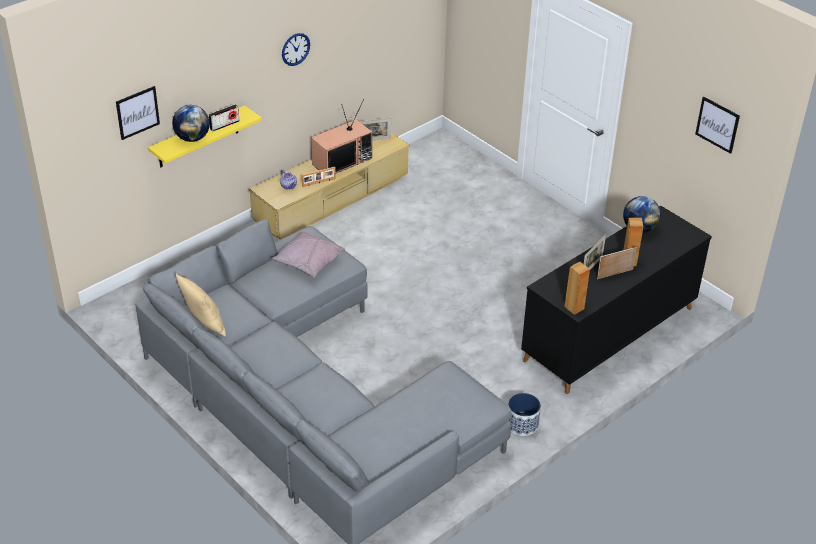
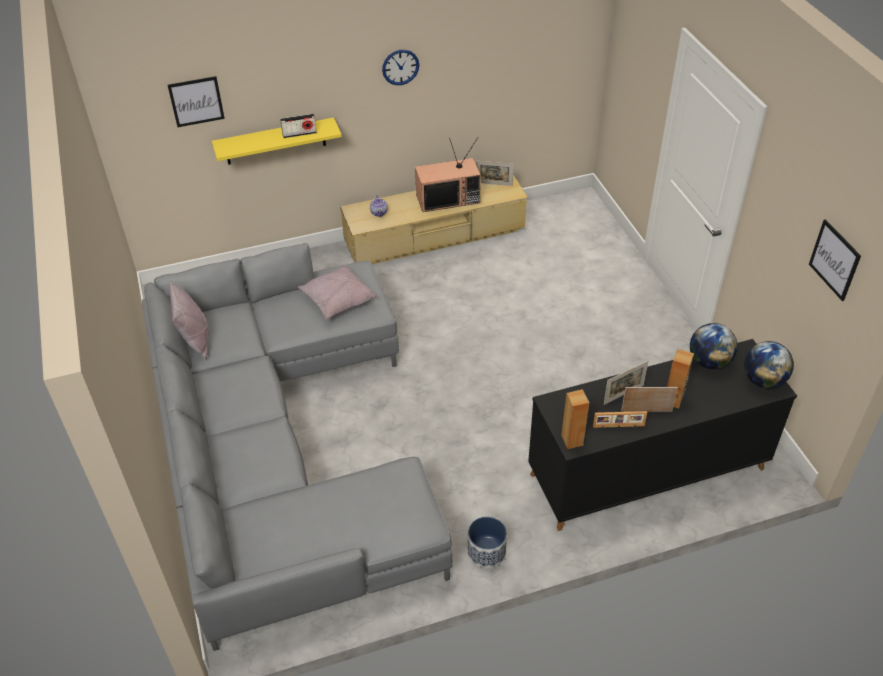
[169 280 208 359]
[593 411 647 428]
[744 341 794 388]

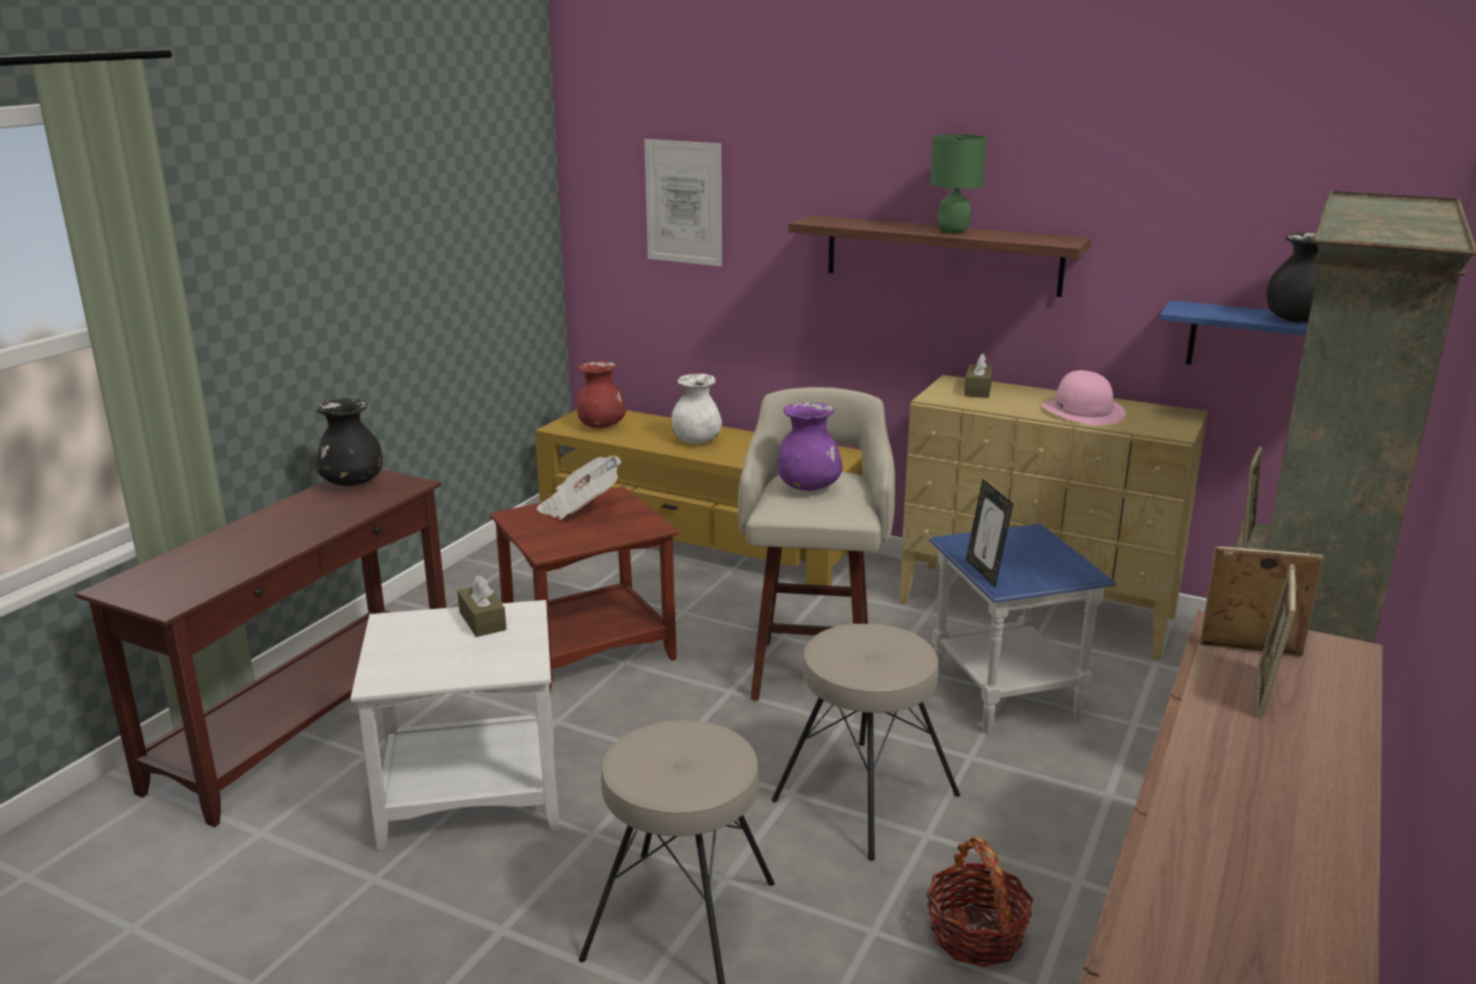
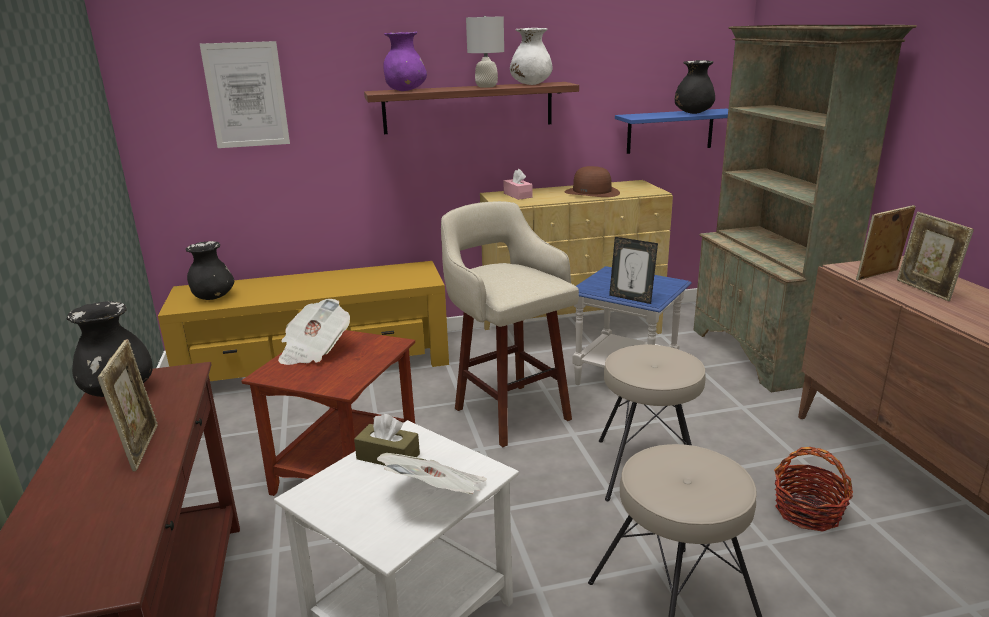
[97 339 158 472]
[185 241 234 300]
[377 453 487 494]
[383 31 427 91]
[466 16 504 88]
[503 169 533 200]
[510 28 553 85]
[565 166 620 197]

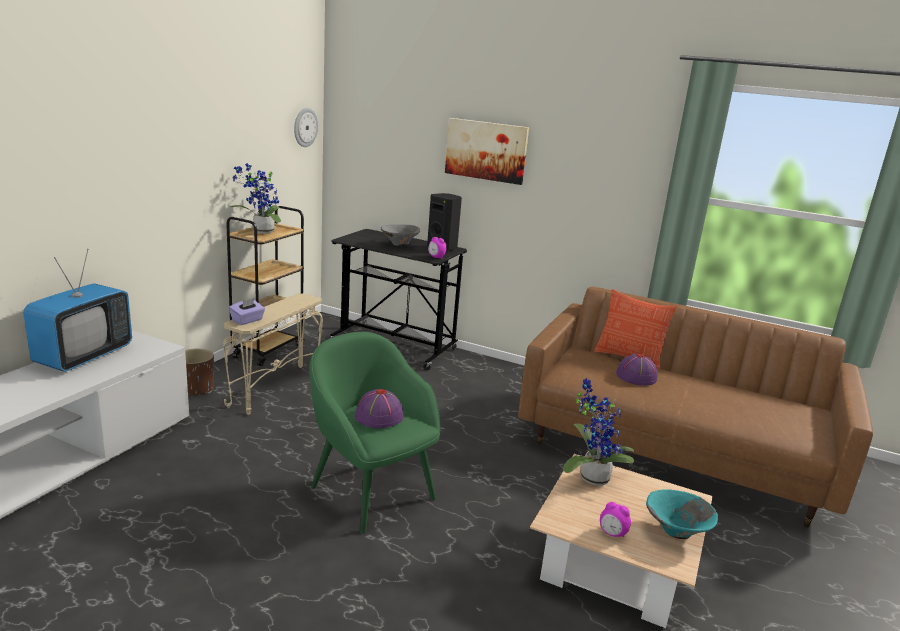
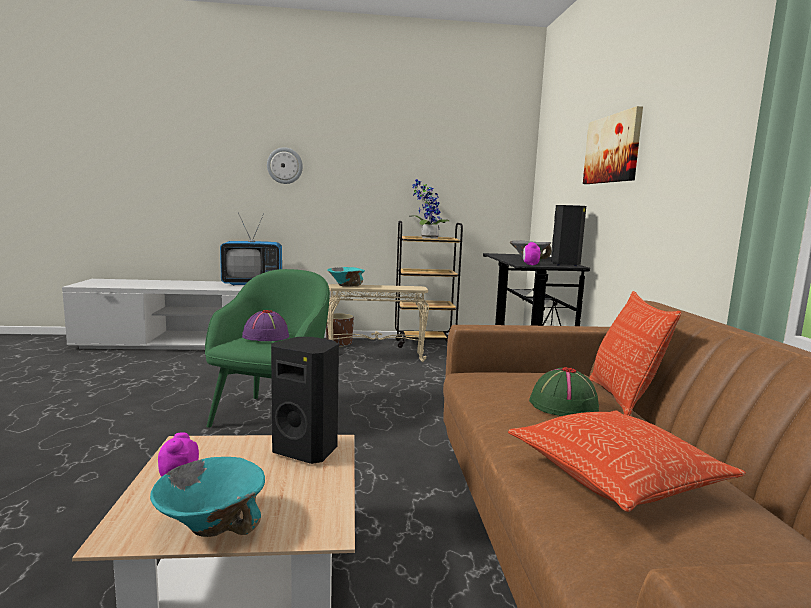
[267 147 303 184]
[271 337 339 464]
[327 267 365 287]
[508 411 746 512]
[529 367 599 416]

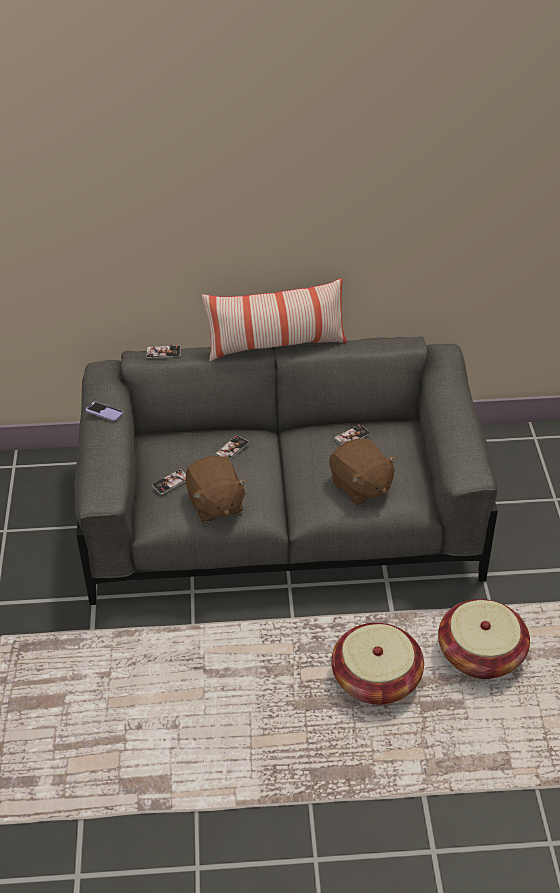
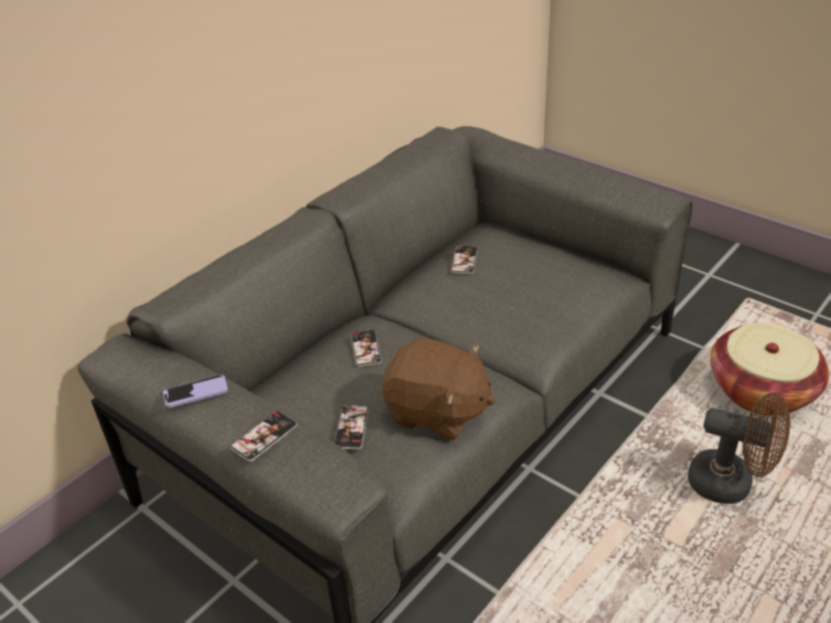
[231 411 298 462]
[688 393 790 504]
[202 278 347 361] (first image)
[329 439 397 505] (first image)

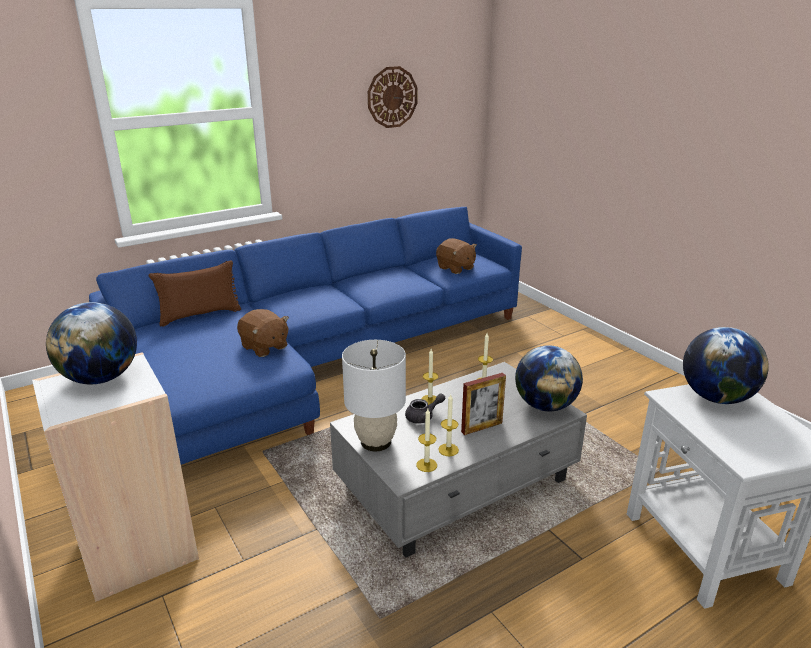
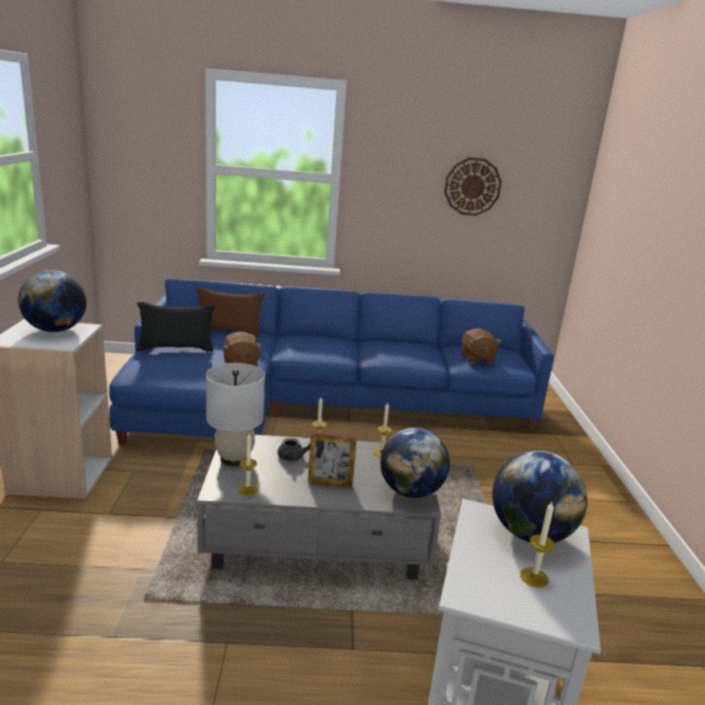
[137 302 215 352]
[520 502 555 588]

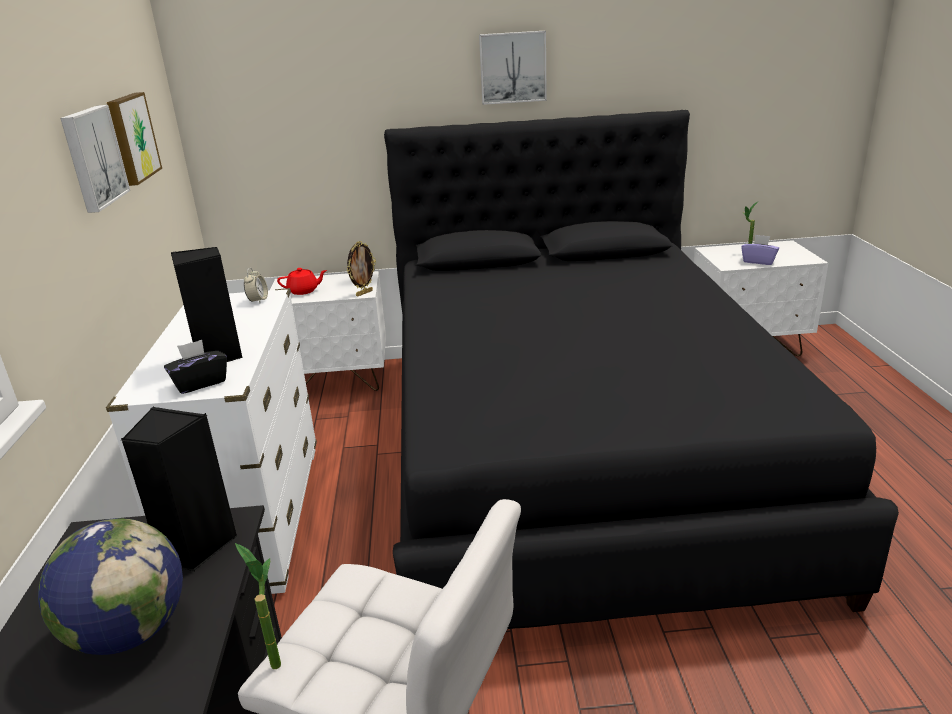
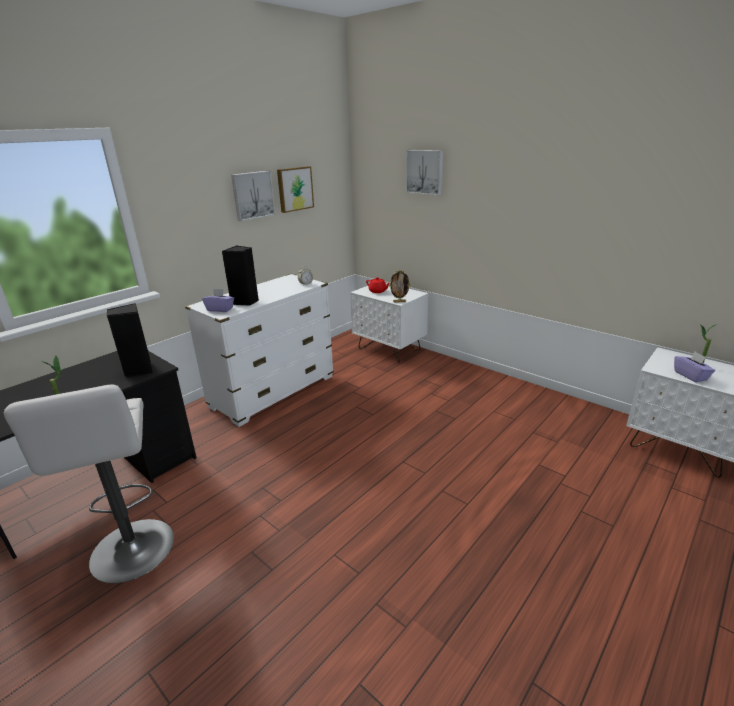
[202 288 234 312]
[406 150 443 195]
[38 518 183 655] (first image)
[384 110 899 629] (first image)

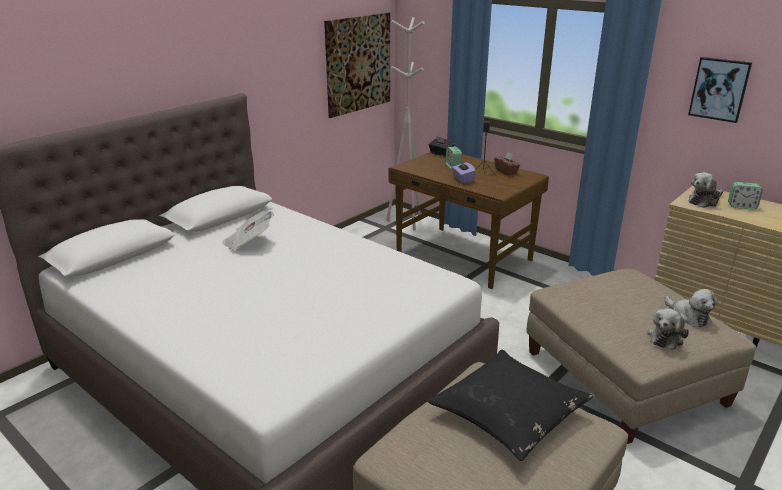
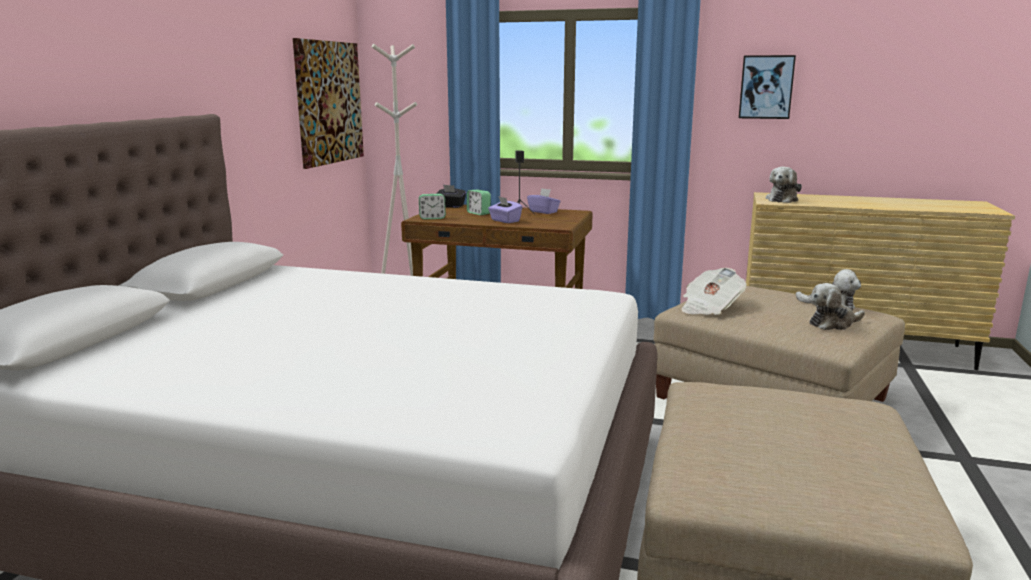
[419 194 446 219]
[527 188 561 214]
[681 268 746 315]
[809 283 865 330]
[427 350 593 461] (first image)

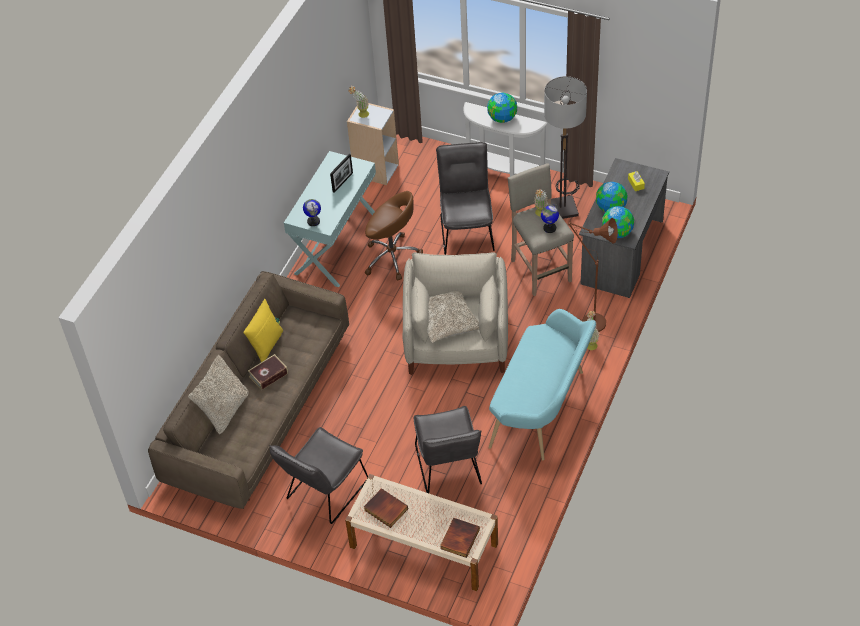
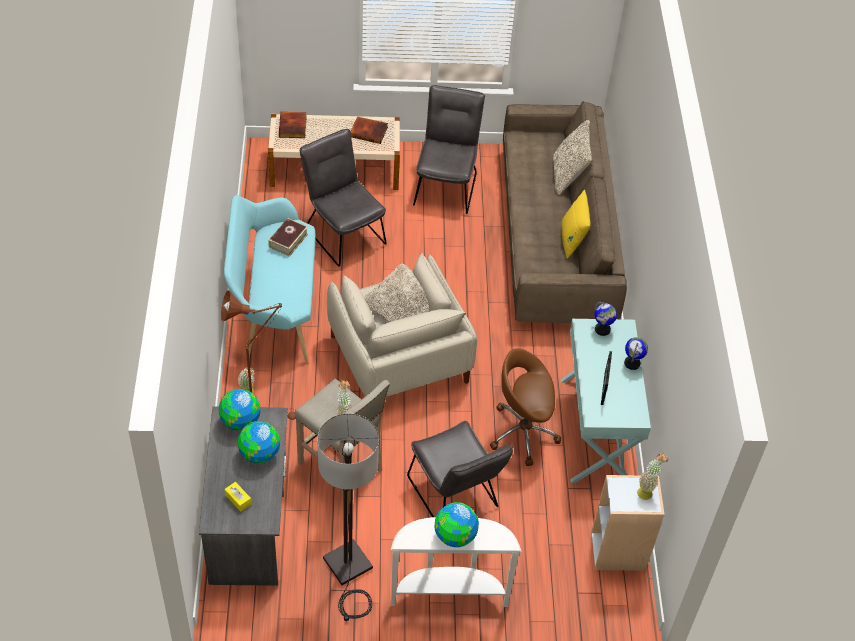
[268 218 308 257]
[624 337 648 370]

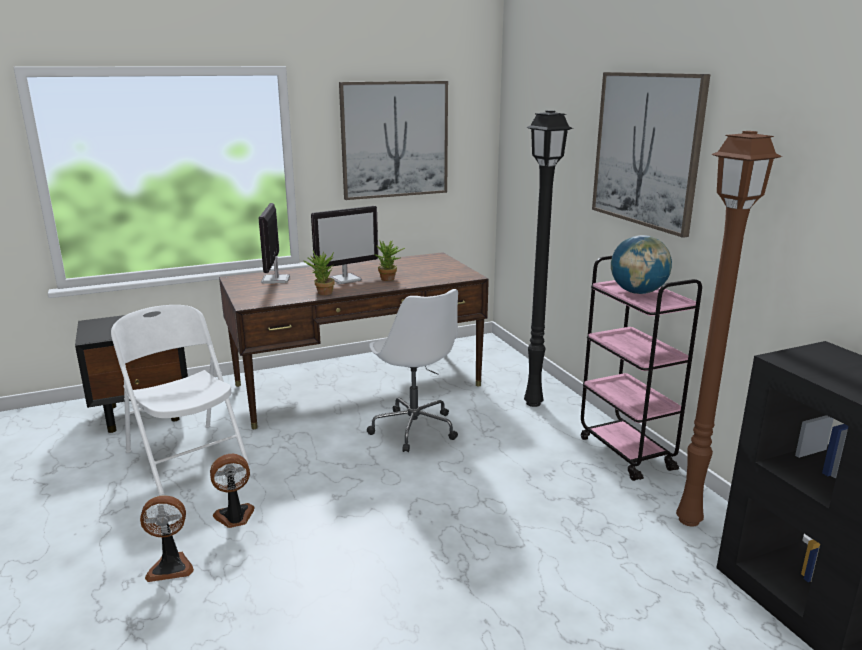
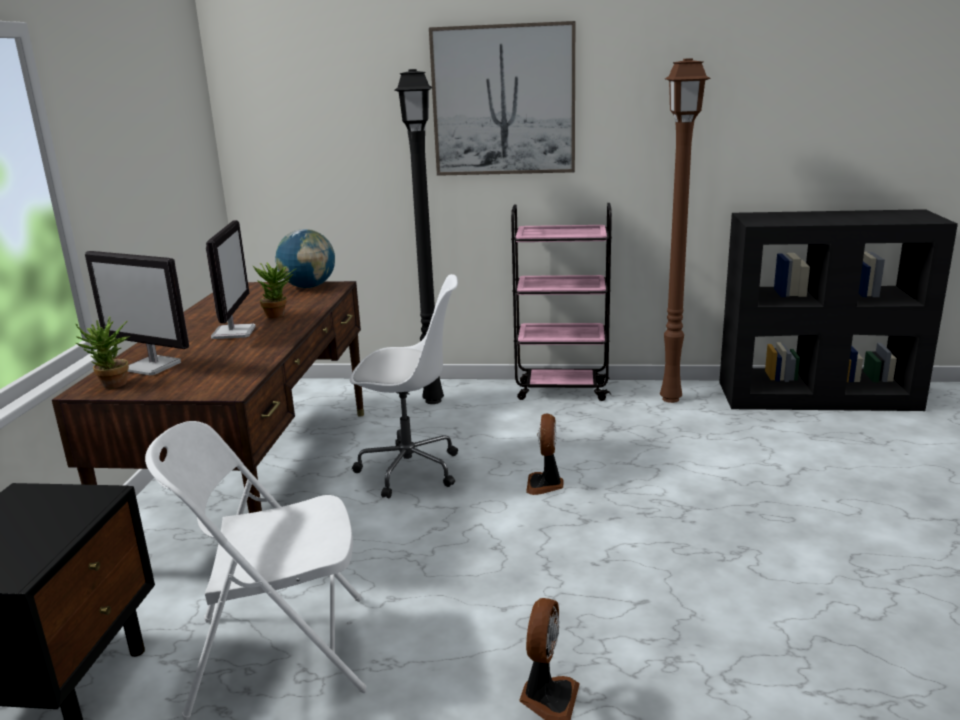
[76 316 130 389]
[275 229 335 288]
[526 414 564 495]
[339 81 448 200] (first image)

